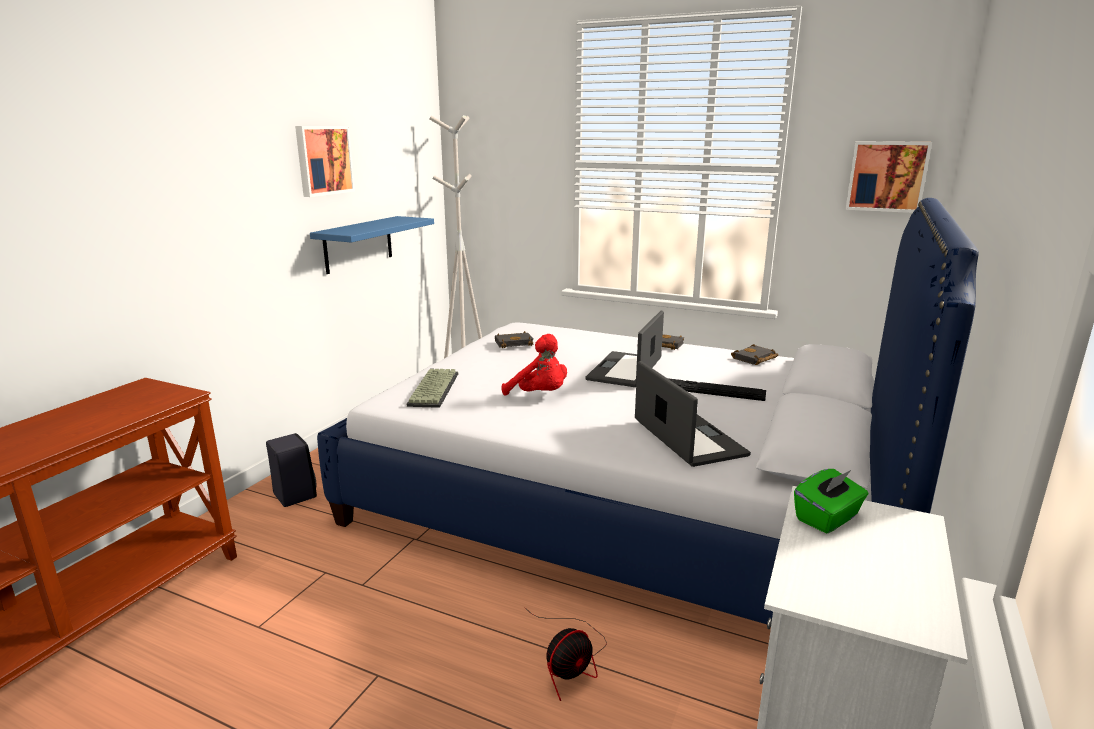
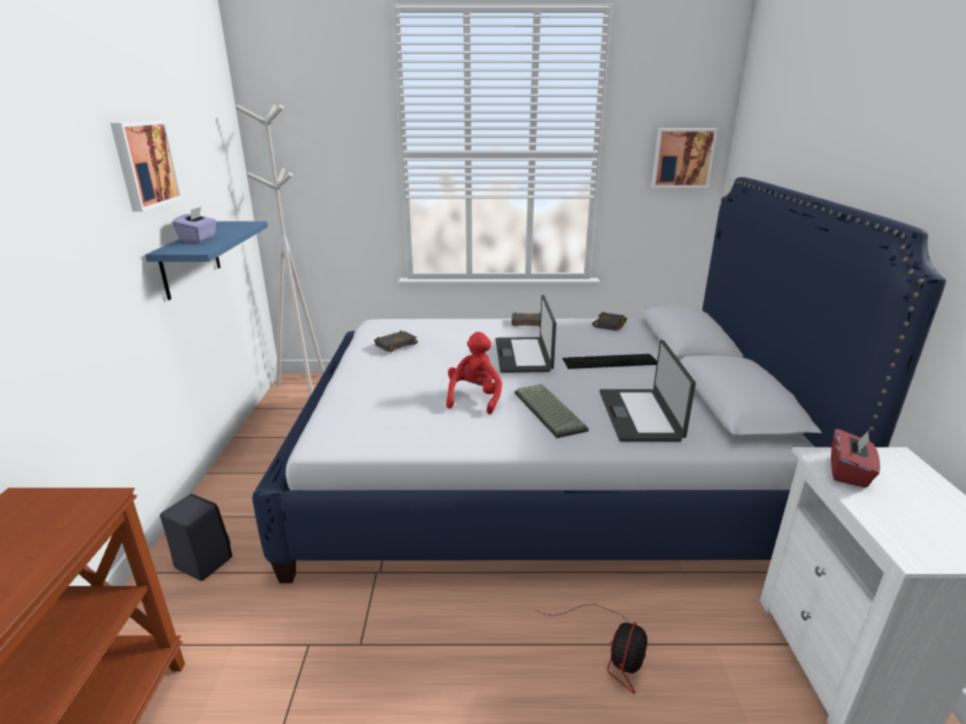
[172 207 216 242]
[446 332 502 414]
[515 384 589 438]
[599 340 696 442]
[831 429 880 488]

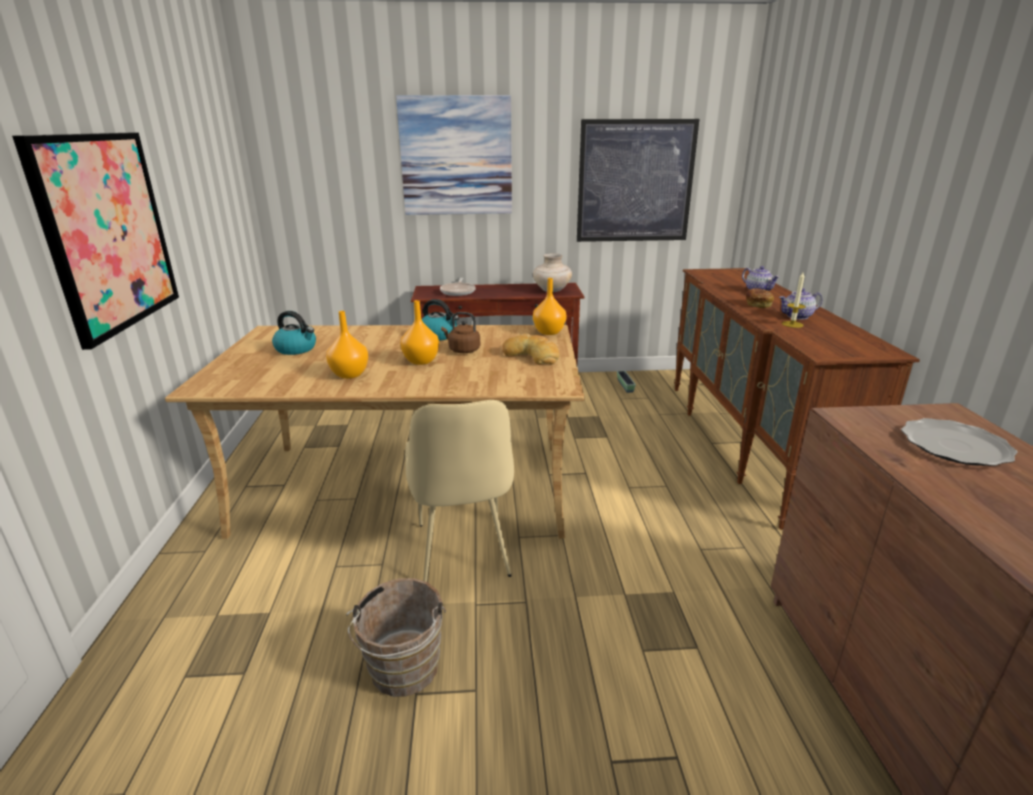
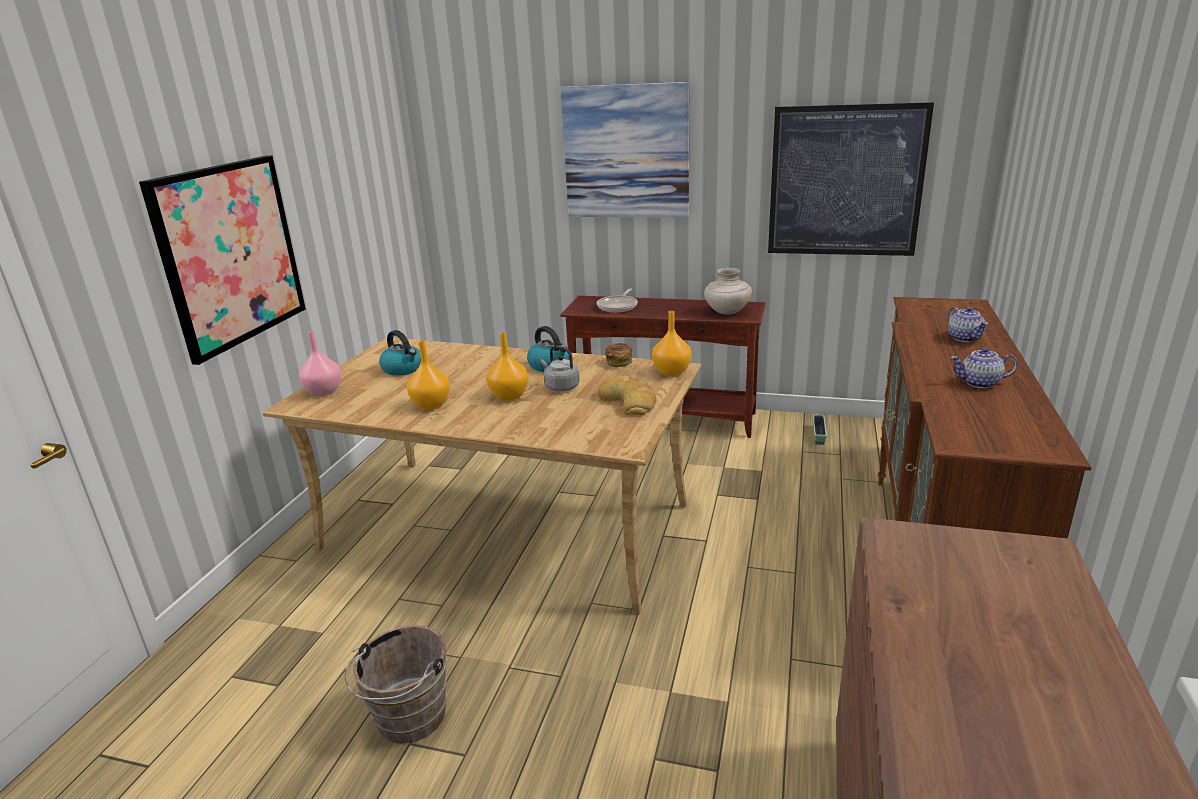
[299 331 341 396]
[540 346 580 392]
[605 343 633 367]
[405 400 514 582] (first image)
[782 272 806 328] (first image)
[901 418 1018 466] (first image)

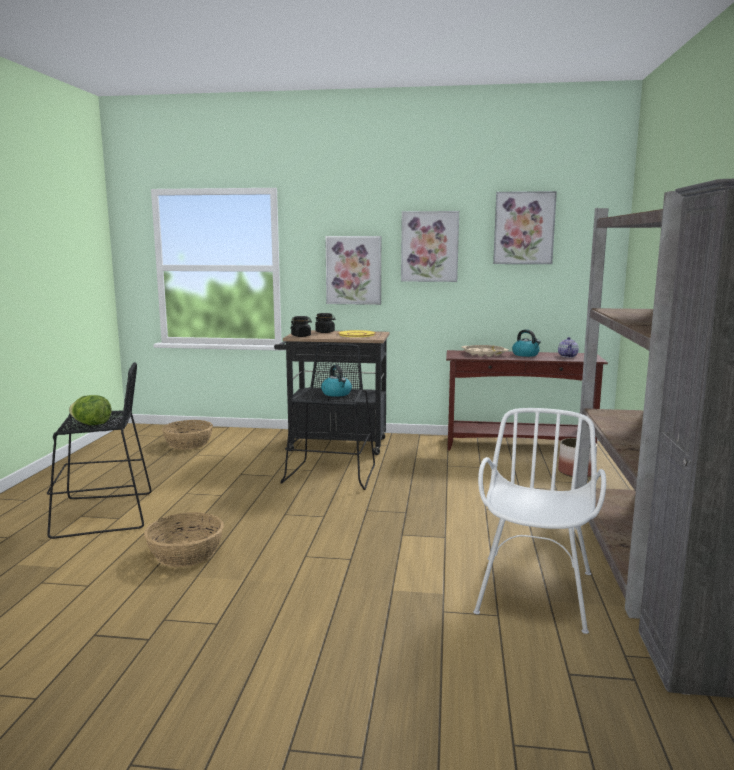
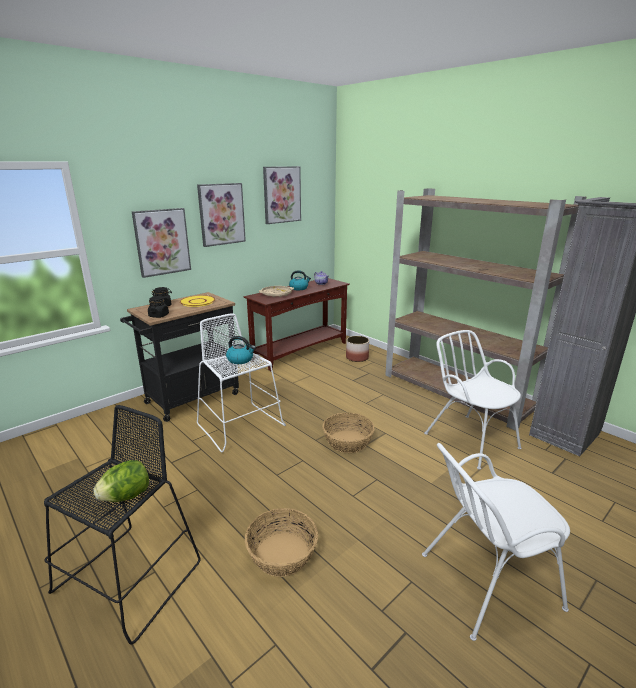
[197 313 286 452]
[322 413 375 453]
[422 443 570 641]

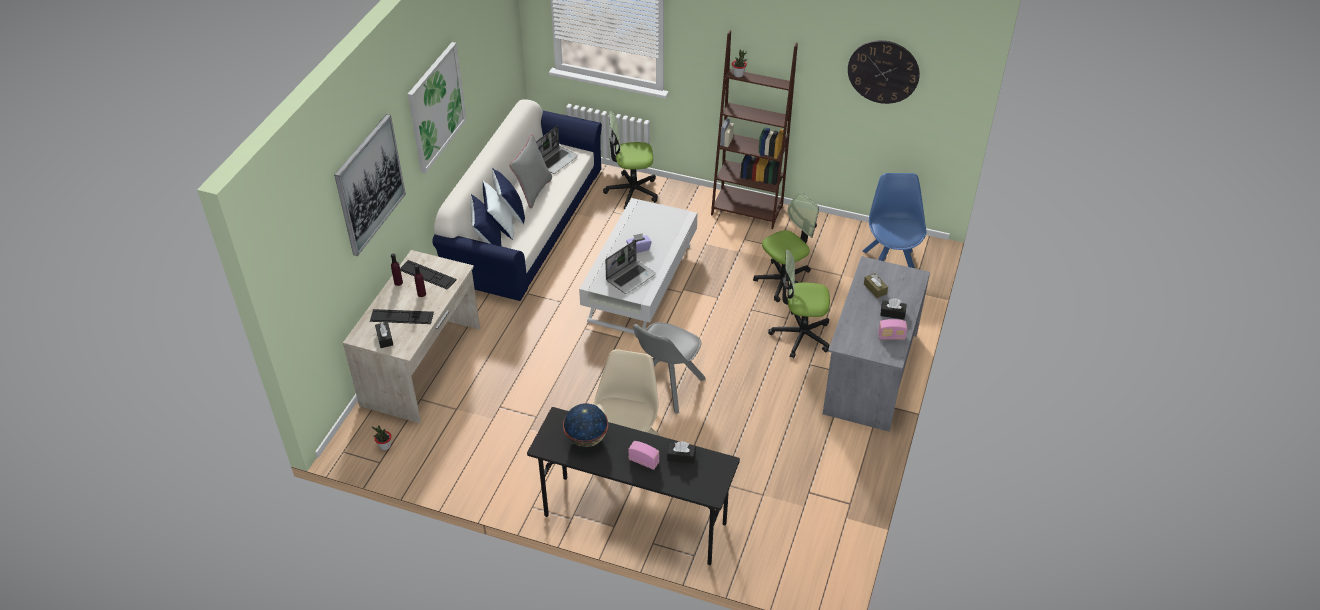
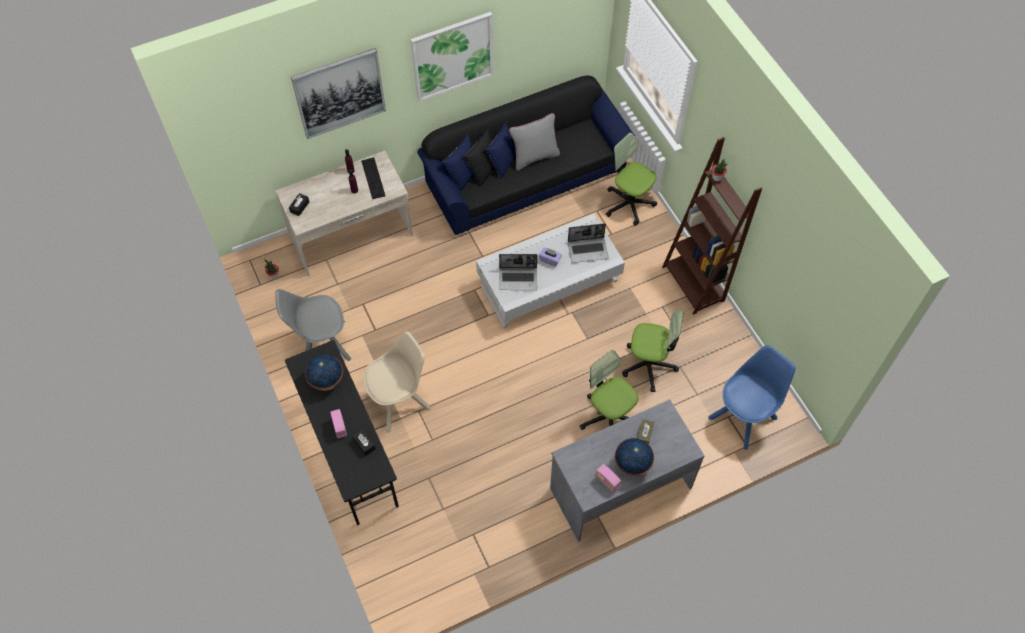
[275 289 351 361]
[417 75 635 235]
[568 223 609 263]
[615 438 654 476]
[370 309 434 324] (first image)
[848 40 920 104] (first image)

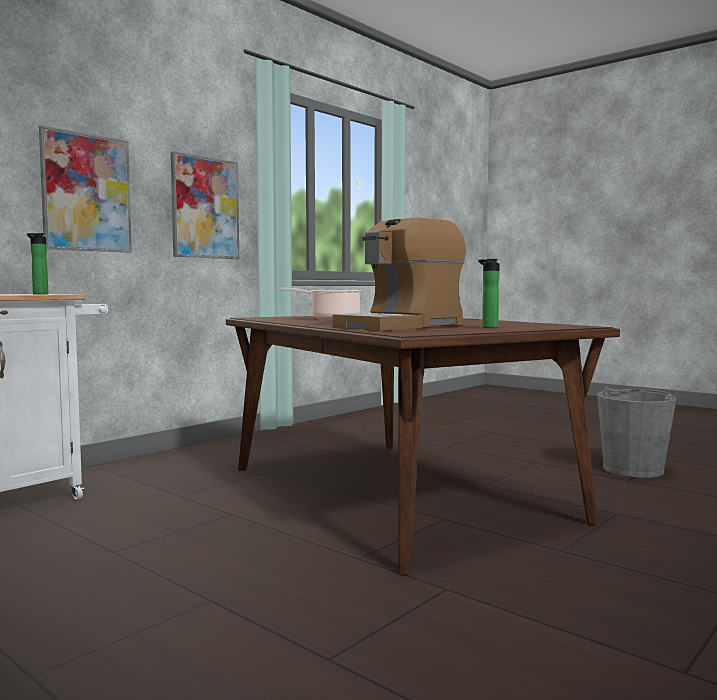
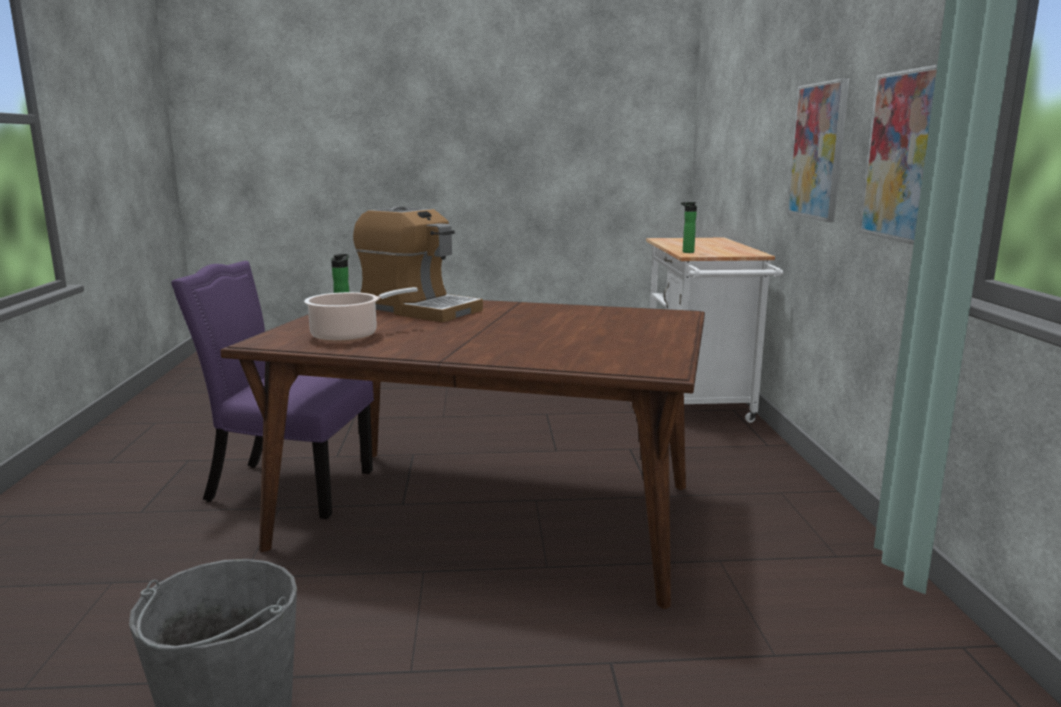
[171 261 374 519]
[304 287 418 342]
[353 206 483 322]

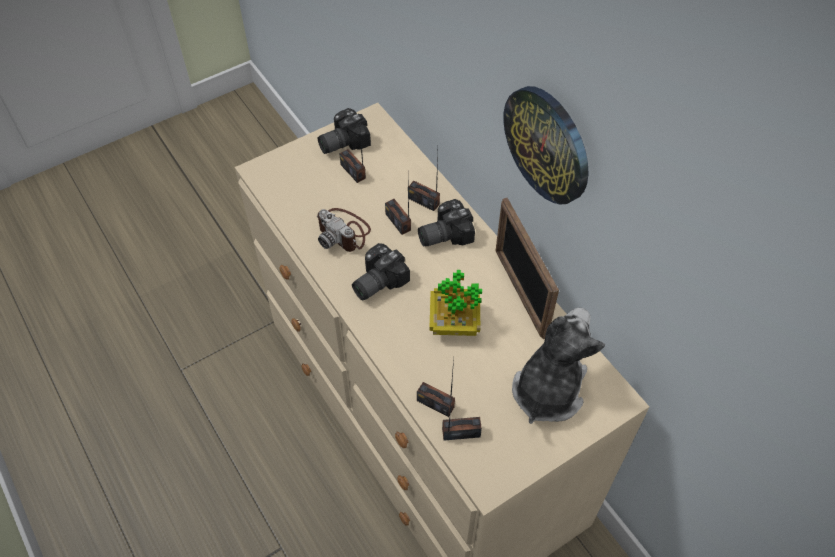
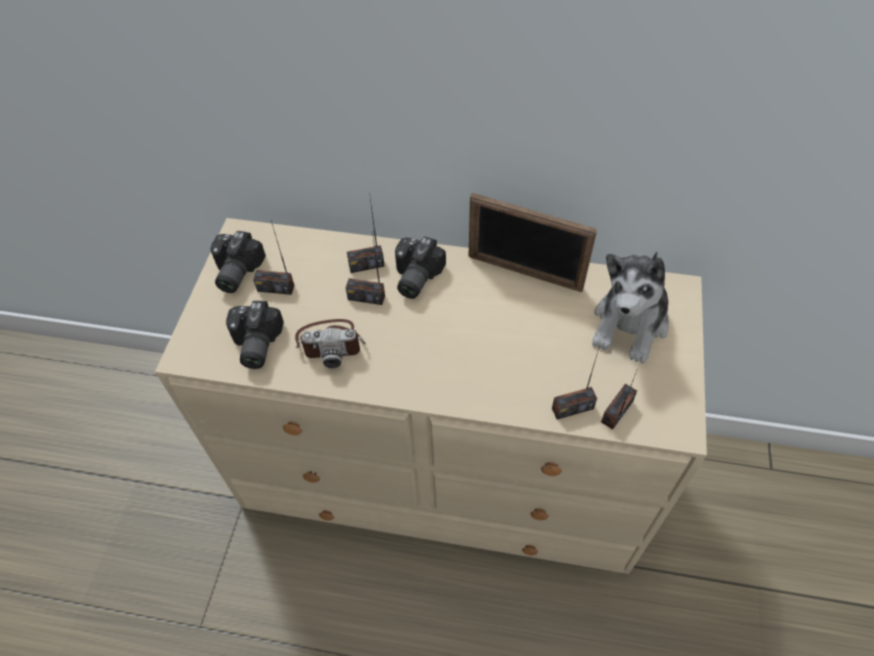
[226 301 284 369]
[592 251 669 364]
[429 270 482 336] (first image)
[503 86 589 205] (first image)

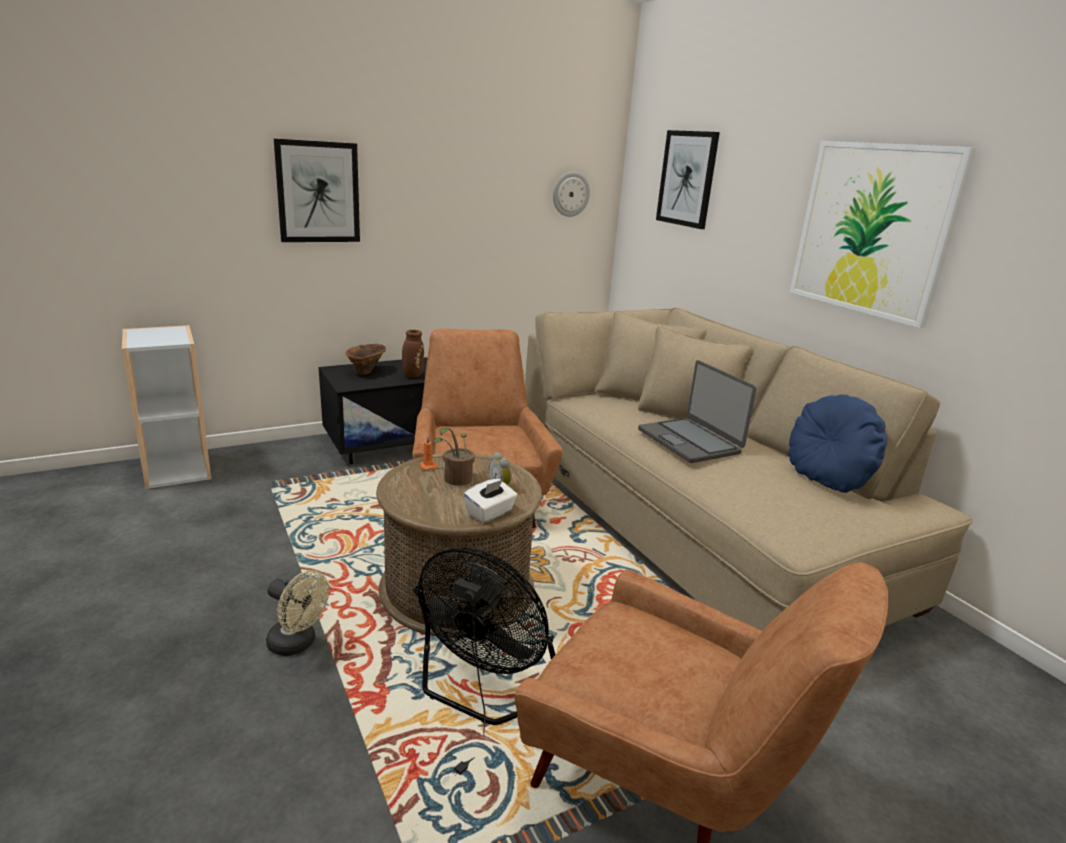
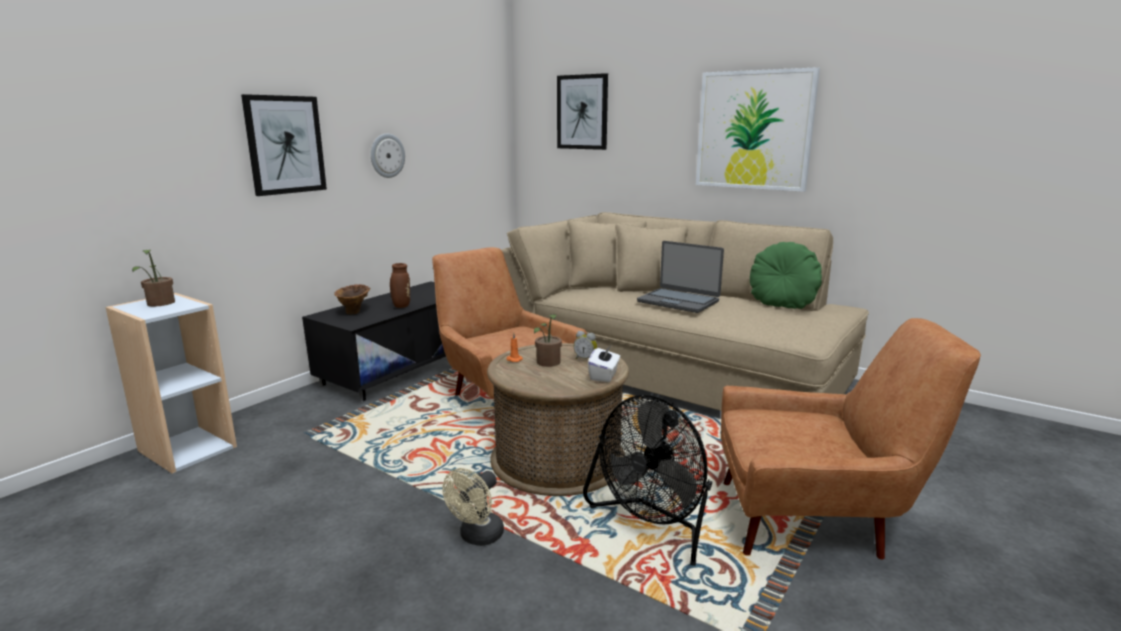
[132 250 175 307]
[371 134 405 178]
[442 468 504 546]
[583 395 712 566]
[750 242 822 309]

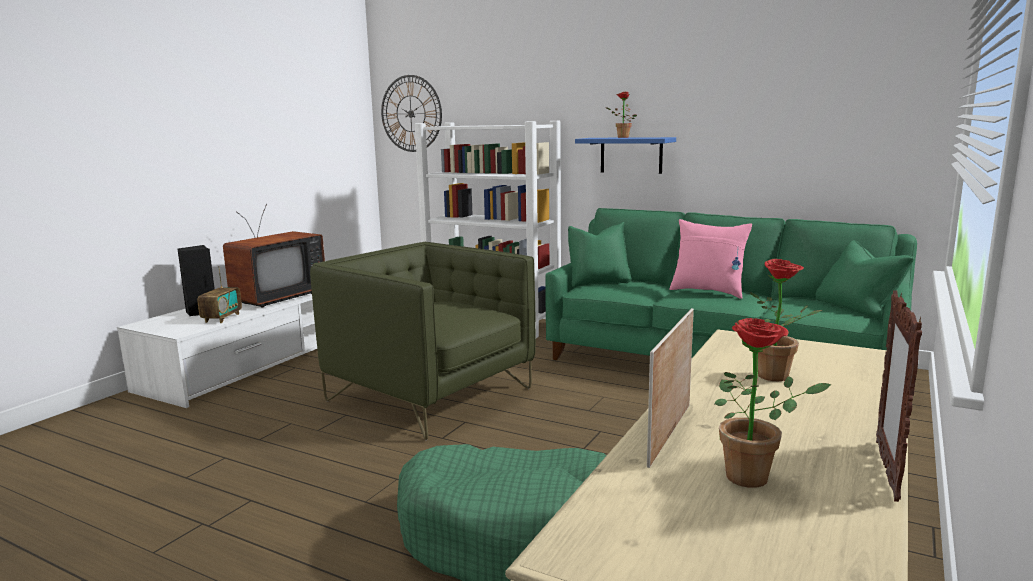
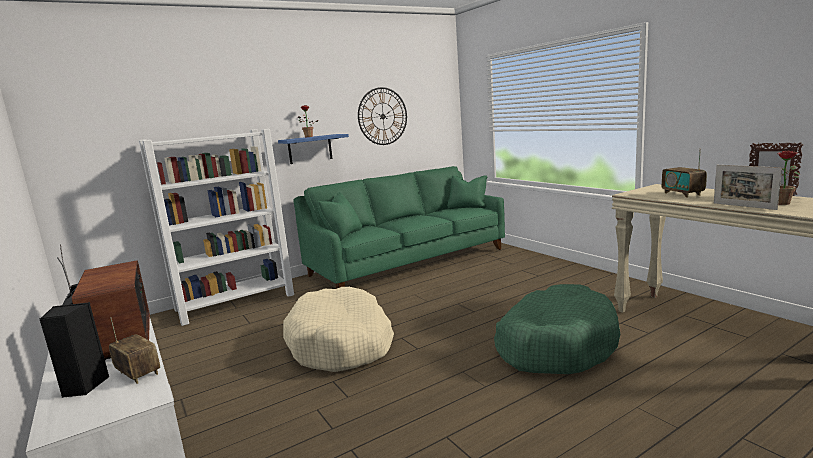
[283 287 394 372]
[358 87 407 145]
[662 149 707 198]
[669 219 752 299] (first image)

